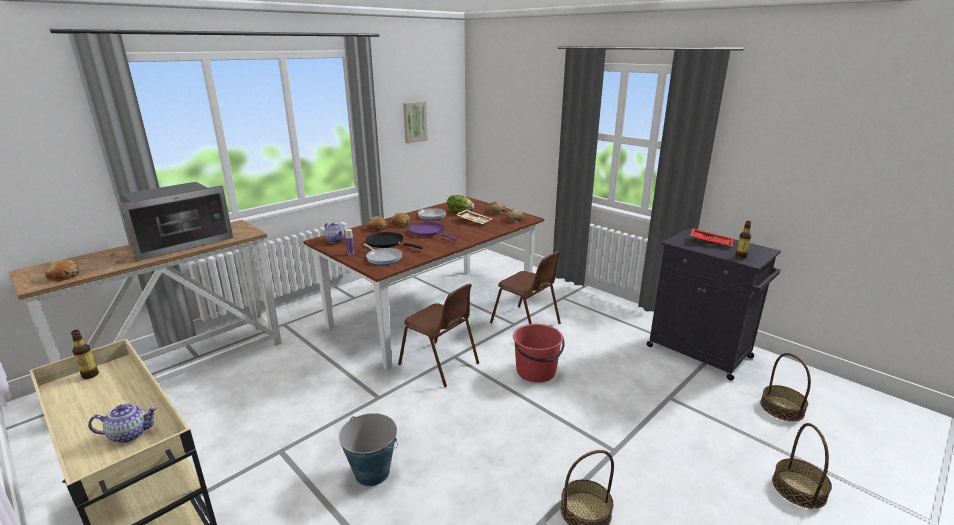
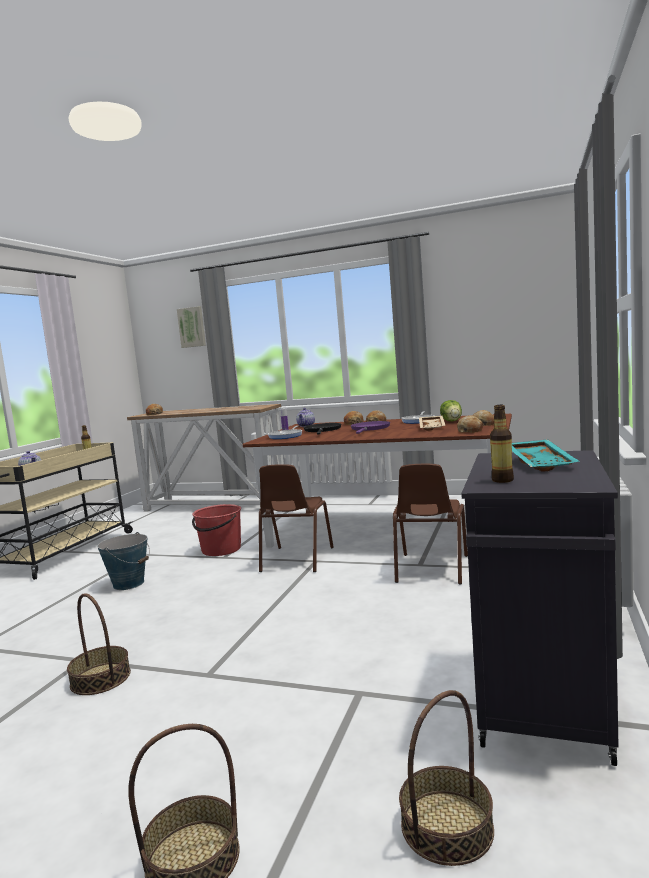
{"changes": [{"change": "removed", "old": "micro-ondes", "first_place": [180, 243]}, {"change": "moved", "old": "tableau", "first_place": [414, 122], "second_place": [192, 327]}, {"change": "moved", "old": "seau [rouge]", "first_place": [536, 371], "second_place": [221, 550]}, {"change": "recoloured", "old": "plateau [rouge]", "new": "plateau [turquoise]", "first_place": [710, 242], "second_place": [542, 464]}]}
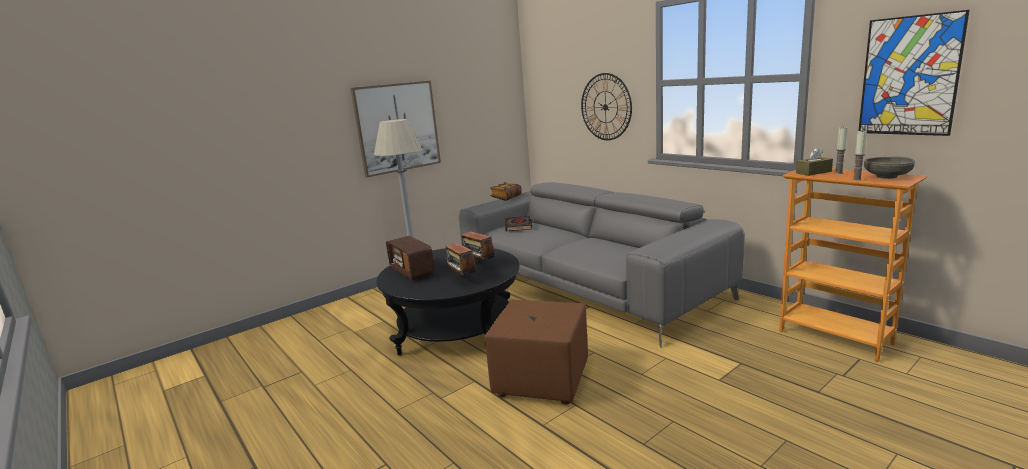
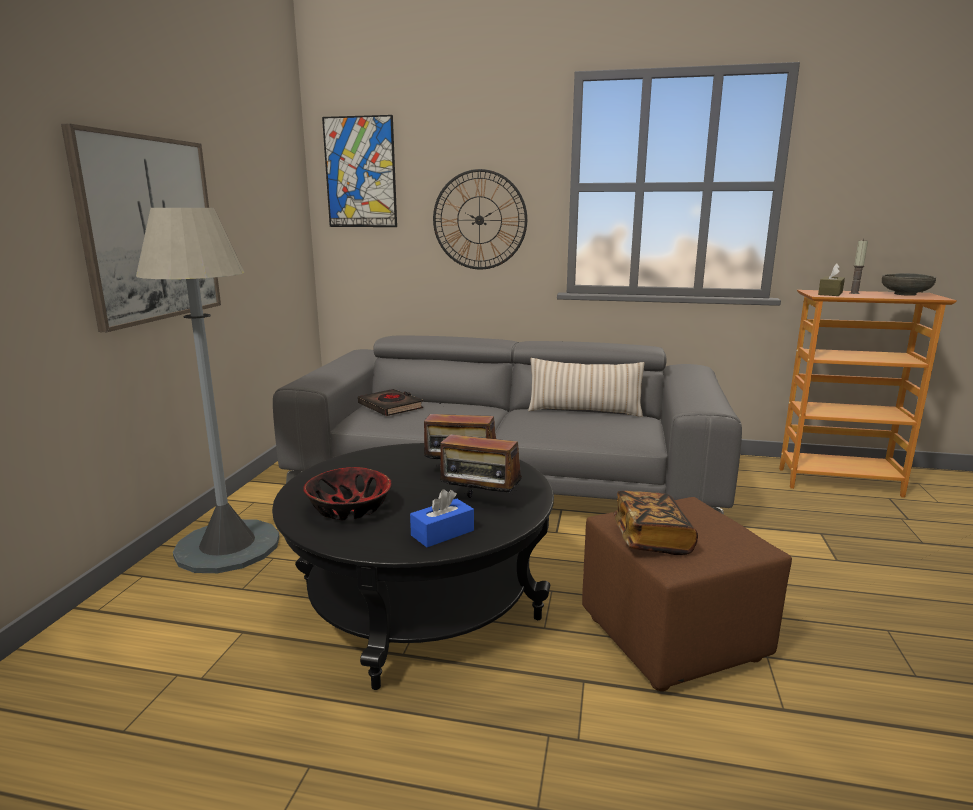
{"changes": [{"change": "removed", "old": "bougie", "first_place": [857, 179]}, {"change": "added", "new": "boîte à mouchoirs [bleu]", "second_place": [442, 533]}, {"change": "added", "new": "coussin [beige]", "second_place": [584, 411]}, {"change": "moved", "old": "livre", "first_place": [506, 197], "second_place": [651, 539]}, {"change": "moved", "old": "tableau", "first_place": [909, 76], "second_place": [360, 172]}, {"change": "replaced", "old": "radio", "new": "bol", "first_place": [412, 271], "second_place": [350, 509]}]}
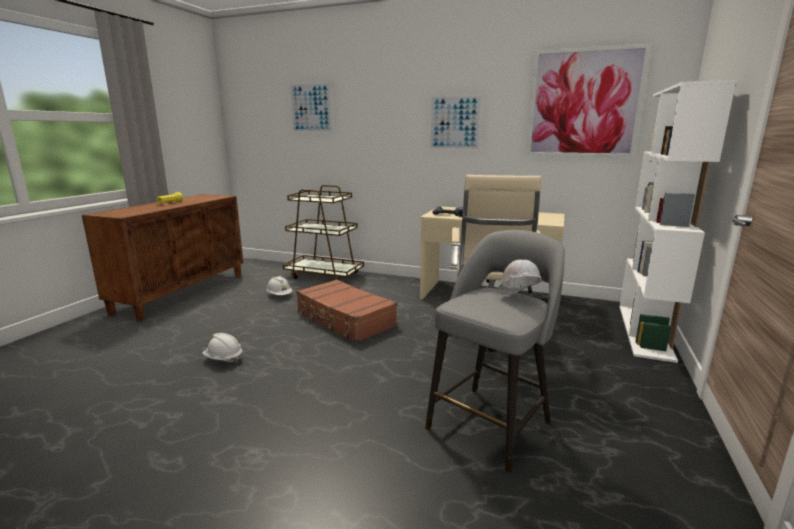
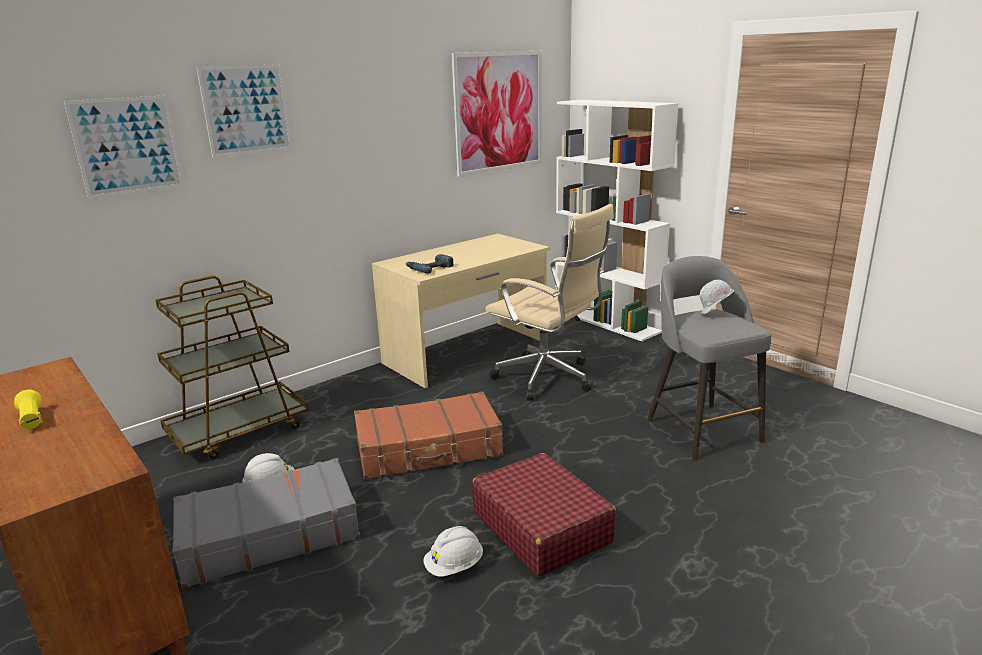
{"changes": [{"change": "added", "new": "valise [gris]", "second_place": [269, 535]}, {"change": "added", "new": "valise [rouge]", "second_place": [541, 527]}, {"change": "moved", "old": "tableau", "first_place": [454, 122], "second_place": [246, 110]}]}
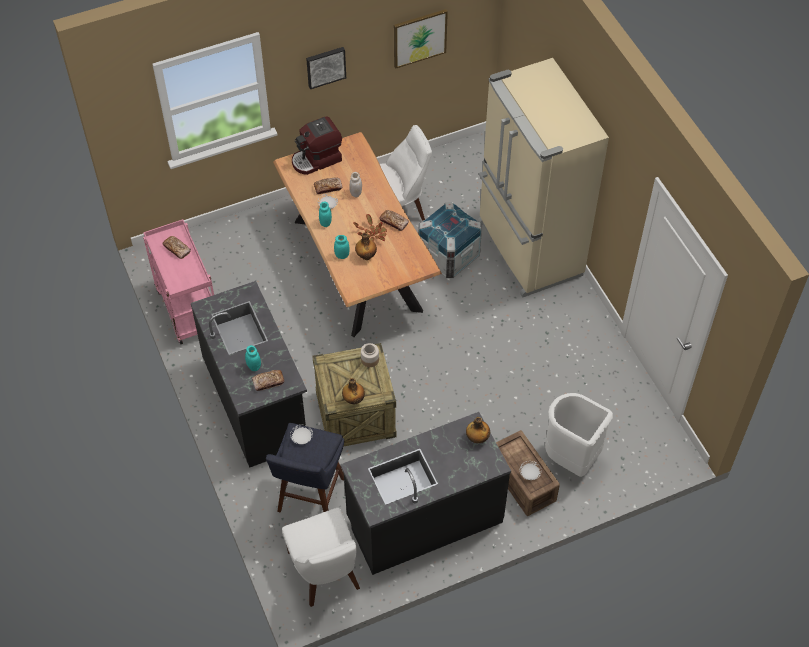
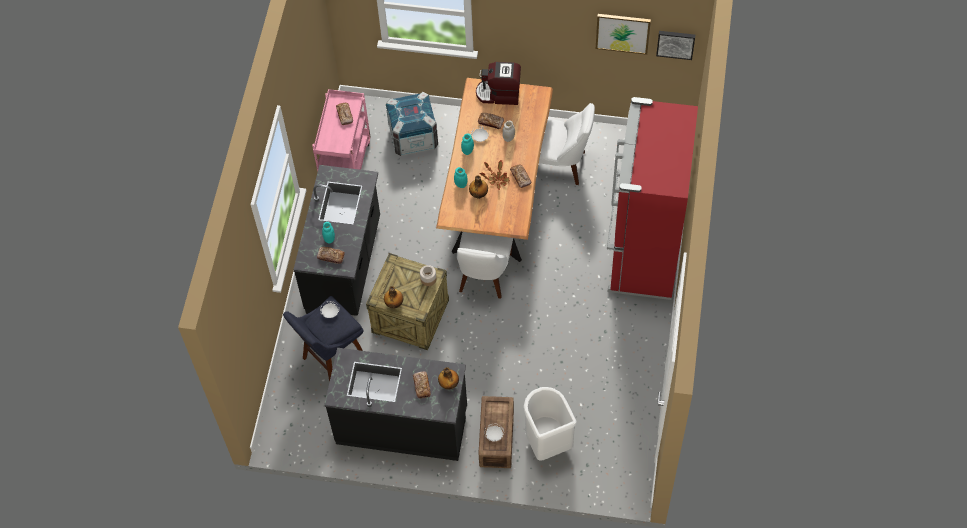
{"changes": [{"change": "added", "new": "pain", "second_place": [422, 386]}, {"change": "moved", "old": "chaise [blanc]", "first_place": [325, 573], "second_place": [484, 275]}, {"change": "moved", "old": "tableau", "first_place": [325, 66], "second_place": [675, 43]}, {"change": "moved", "old": "caisse", "first_place": [448, 256], "second_place": [413, 137]}, {"change": "recoloured", "old": "réfrigérateur [beige]", "new": "réfrigérateur [rouge]", "first_place": [528, 250], "second_place": [642, 254]}]}
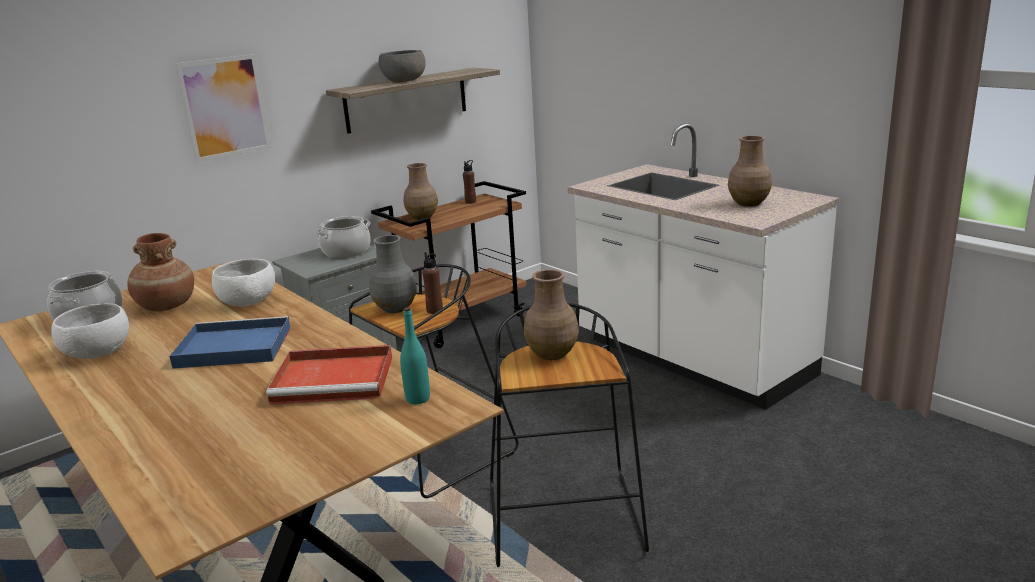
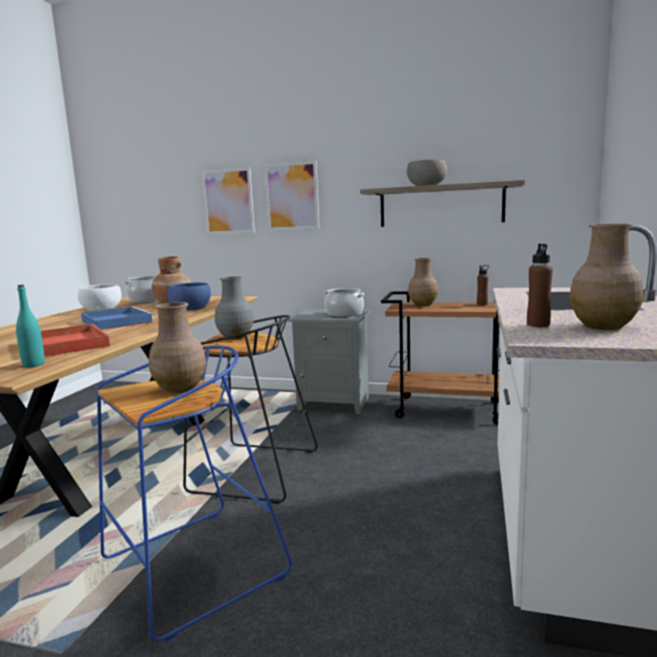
{"changes": [{"change": "added", "new": "tableau", "second_place": [228, 201]}, {"change": "moved", "old": "bouteille [marron]", "first_place": [435, 310], "second_place": [538, 325]}, {"change": "recoloured", "old": "bol [blanc]", "new": "bol [bleu]", "first_place": [247, 302], "second_place": [190, 309]}, {"change": "recoloured", "old": "tabouret [noir]", "new": "tabouret [bleu]", "first_place": [566, 521], "second_place": [192, 570]}]}
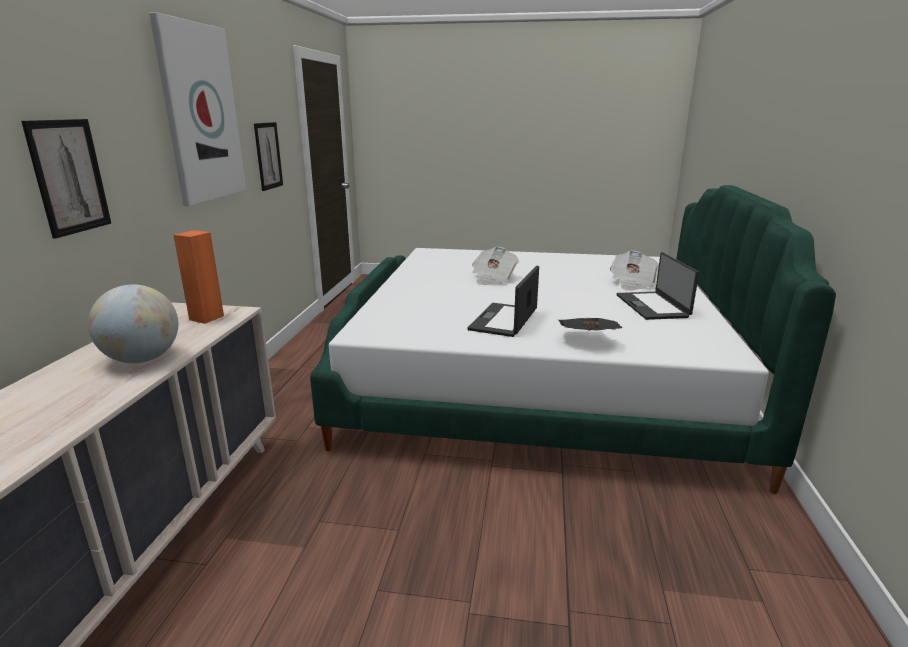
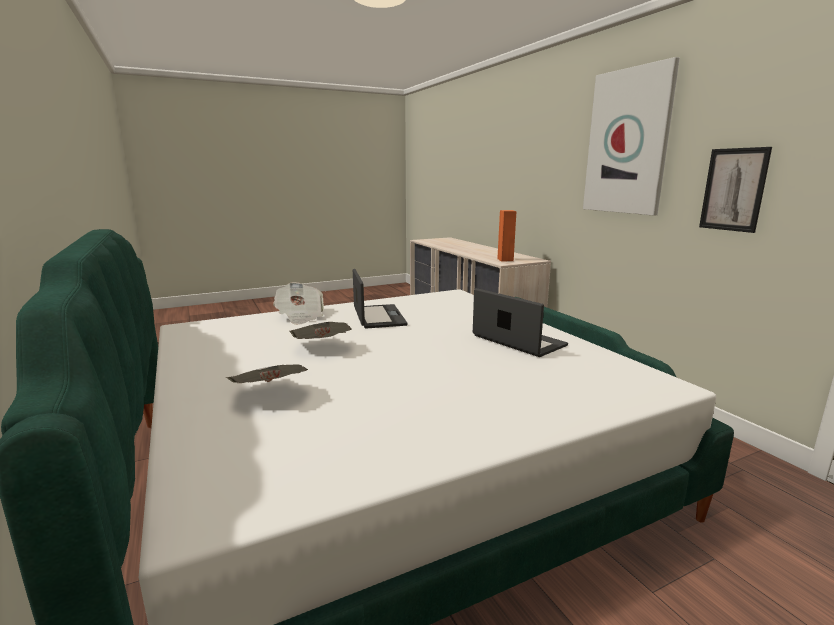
{"changes": [{"change": "removed", "old": "tableau", "first_place": [69, 177]}, {"change": "removed", "old": "globe", "first_place": [142, 359]}, {"change": "moved", "old": "journal", "first_place": [493, 279], "second_place": [322, 347]}, {"change": "moved", "old": "ordinateur portable", "first_place": [653, 306], "second_place": [518, 341]}]}
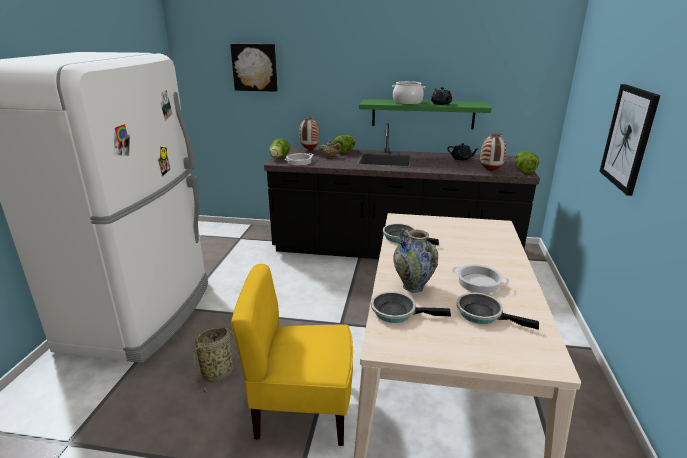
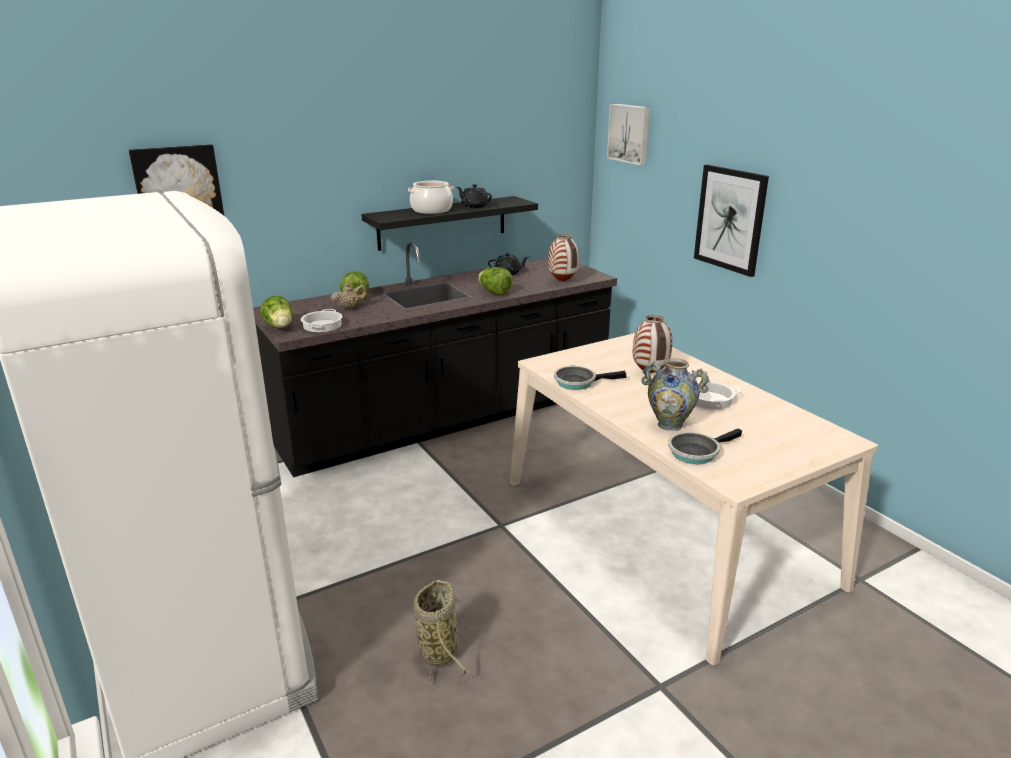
{"changes": [{"change": "removed", "old": "chaise [jaune]", "first_place": [302, 410]}, {"change": "removed", "old": "poêle", "first_place": [483, 314]}, {"change": "added", "new": "tableau", "second_place": [630, 133]}, {"change": "moved", "old": "vase", "first_place": [310, 150], "second_place": [650, 373]}, {"change": "moved", "old": "laitue", "first_place": [523, 171], "second_place": [494, 292]}, {"change": "recoloured", "old": "étagère [vert]", "new": "étagère [noir]", "first_place": [422, 114], "second_place": [442, 223]}]}
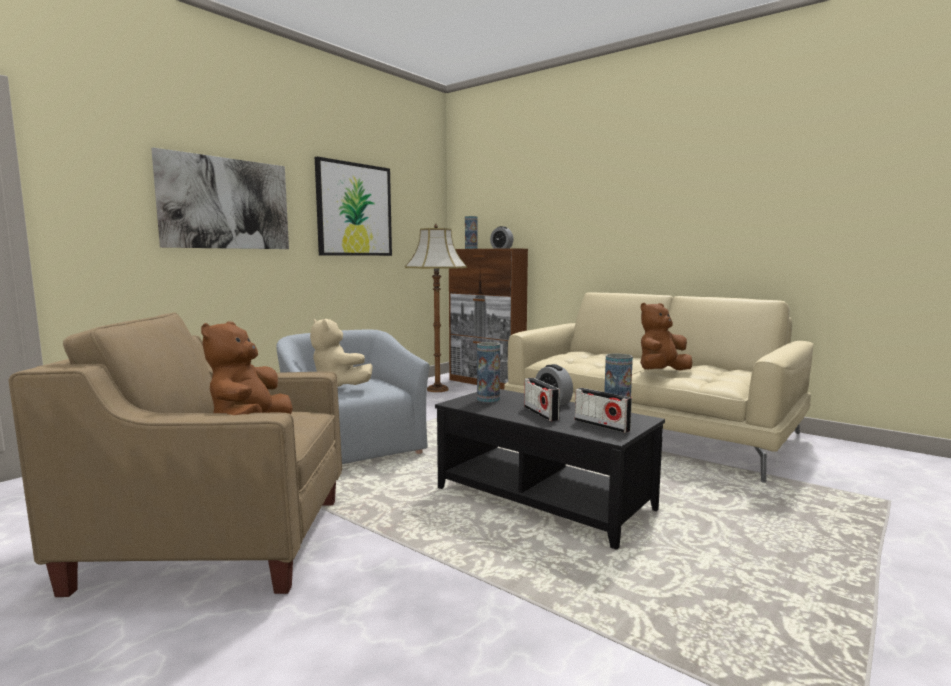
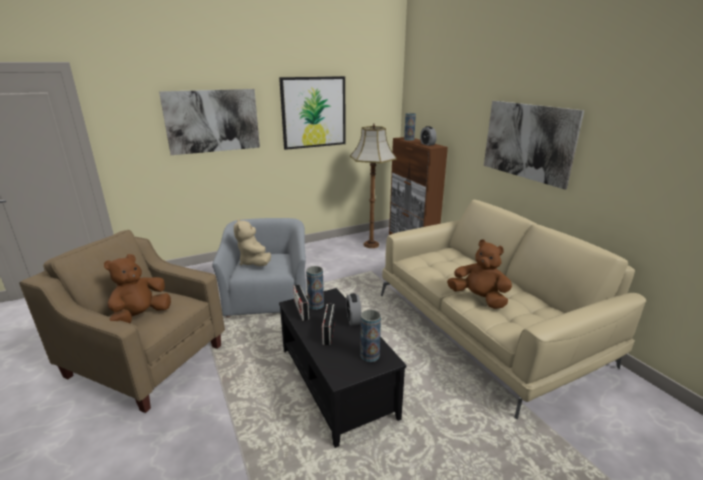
{"changes": [{"change": "added", "new": "tableau", "second_place": [527, 141]}, {"change": "moved", "old": "radio", "first_place": [601, 425], "second_place": [301, 310]}, {"change": "turned", "old": "peluche [marron]", "first_place": [661, 372], "second_place": [478, 298], "degrees": 45}]}
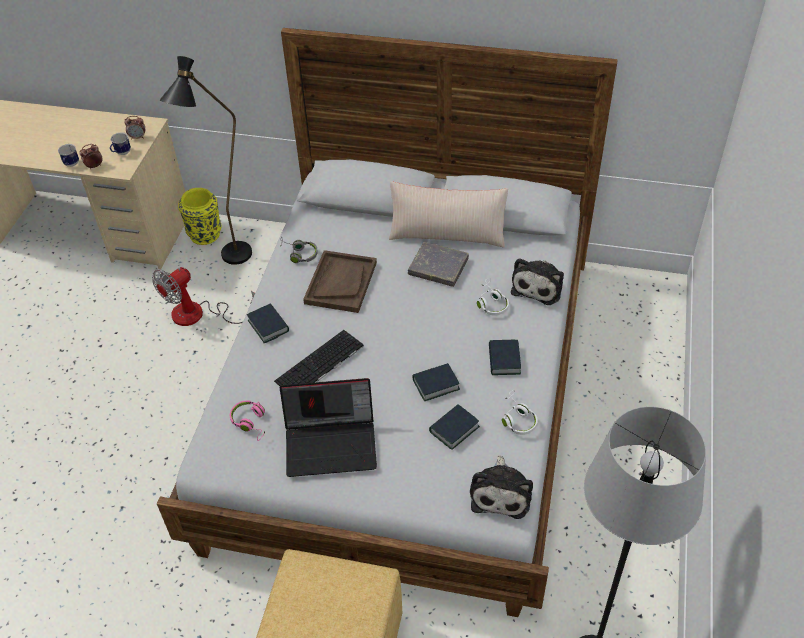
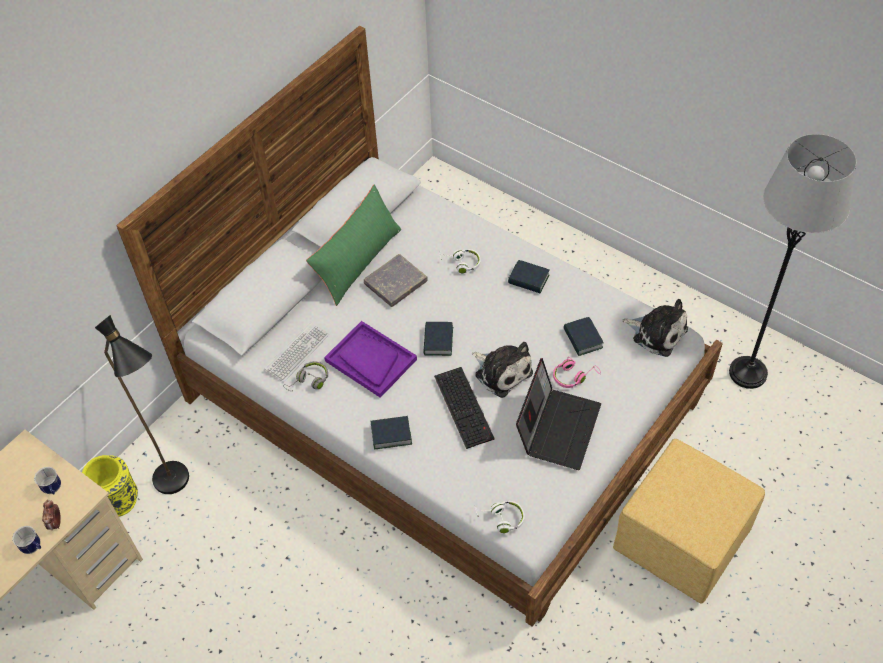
{"changes": [{"change": "removed", "old": "réveil", "first_place": [138, 137]}, {"change": "removed", "old": "ventilateur", "first_place": [199, 314]}, {"change": "added", "new": "clavier", "second_place": [297, 352]}, {"change": "moved", "old": "casque audio [rose]", "first_place": [251, 422], "second_place": [573, 376]}, {"change": "moved", "old": "livre", "first_place": [435, 384], "second_place": [438, 341]}, {"change": "moved", "old": "casque audio [blanc]", "first_place": [517, 418], "second_place": [500, 518]}, {"change": "moved", "old": "peluche", "first_place": [538, 286], "second_place": [501, 372]}, {"change": "recoloured", "old": "plateau [marron]", "new": "plateau [violet]", "first_place": [340, 283], "second_place": [370, 360]}, {"change": "recoloured", "old": "coussin [beige]", "new": "coussin [vert]", "first_place": [447, 234], "second_place": [358, 261]}]}
